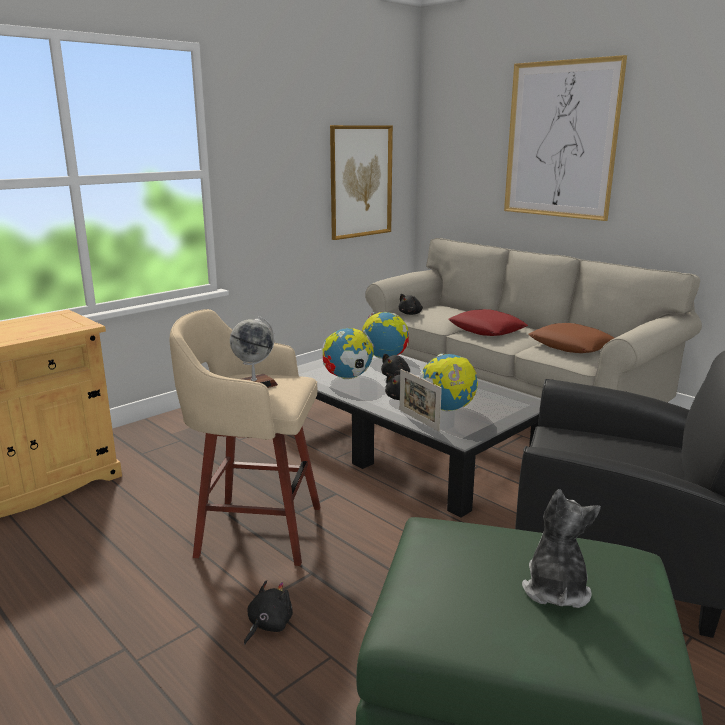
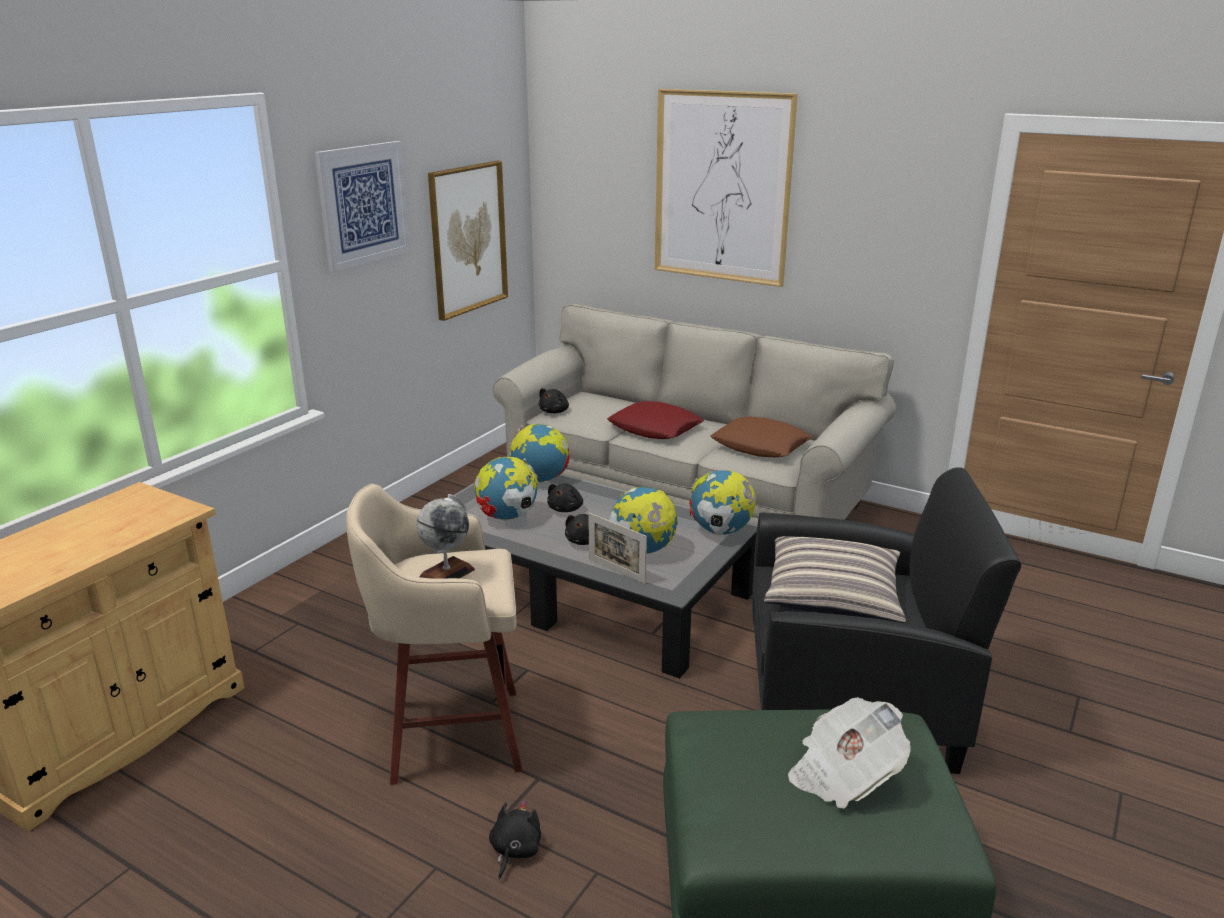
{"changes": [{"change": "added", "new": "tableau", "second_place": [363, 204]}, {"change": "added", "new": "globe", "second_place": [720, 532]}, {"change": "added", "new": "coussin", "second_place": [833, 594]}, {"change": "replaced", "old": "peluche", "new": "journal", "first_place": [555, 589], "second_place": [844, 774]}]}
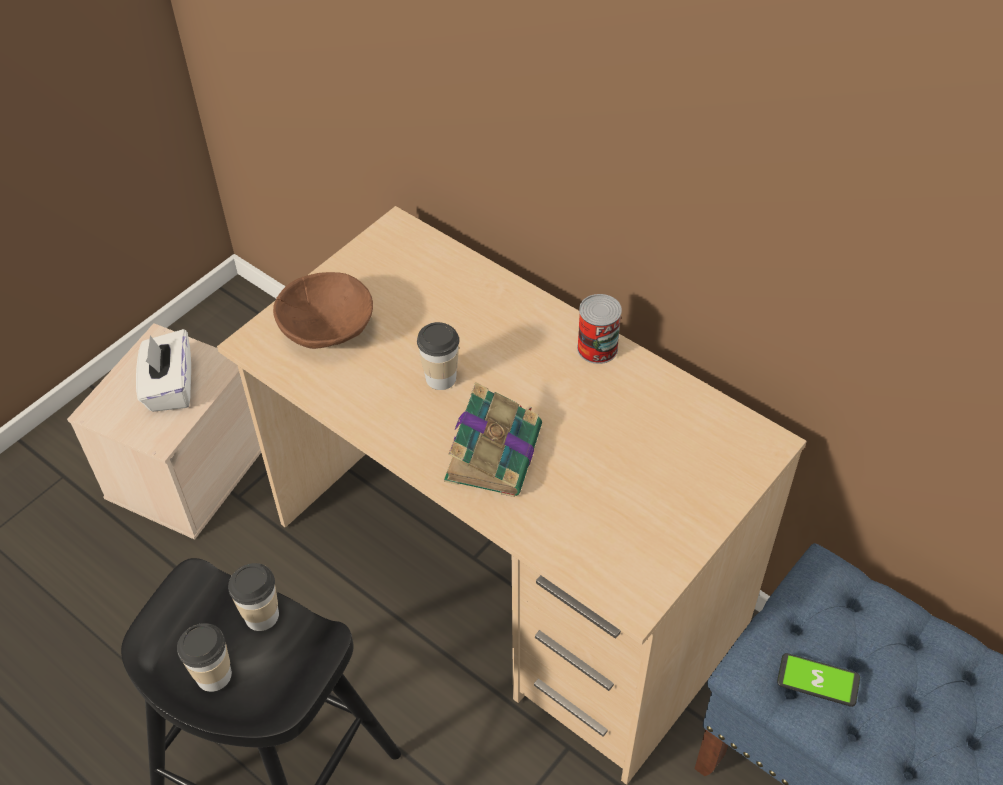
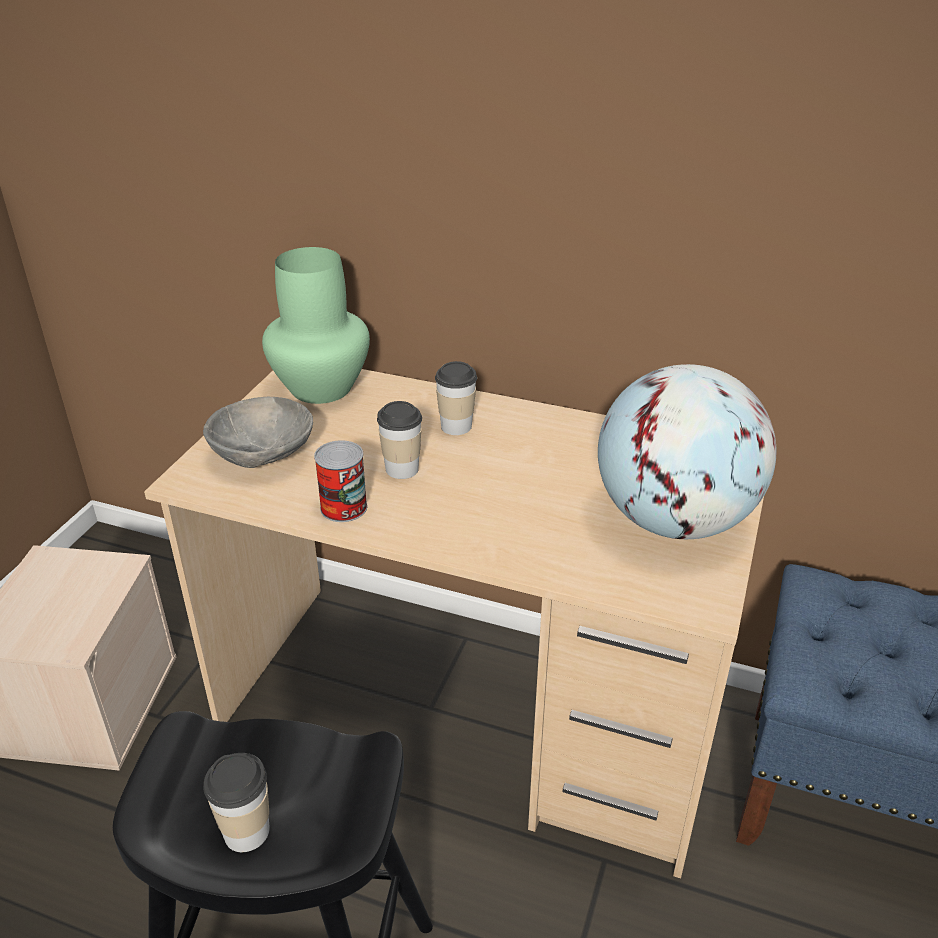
{"changes": [{"change": "removed", "old": "boîte à mouchoirs [blanc]", "first_place": [170, 387]}, {"change": "removed", "old": "livre", "first_place": [494, 451]}, {"change": "removed", "old": "téléphone", "first_place": [818, 680]}, {"change": "added", "new": "vase [vert]", "second_place": [322, 387]}, {"change": "added", "new": "globe", "second_place": [674, 520]}, {"change": "moved", "old": "tasse", "first_place": [262, 616], "second_place": [456, 426]}, {"change": "moved", "old": "boîte métallique", "first_place": [597, 348], "second_place": [343, 507]}, {"change": "recoloured", "old": "bol [marron]", "new": "bol [gris]", "first_place": [328, 331], "second_place": [265, 456]}]}
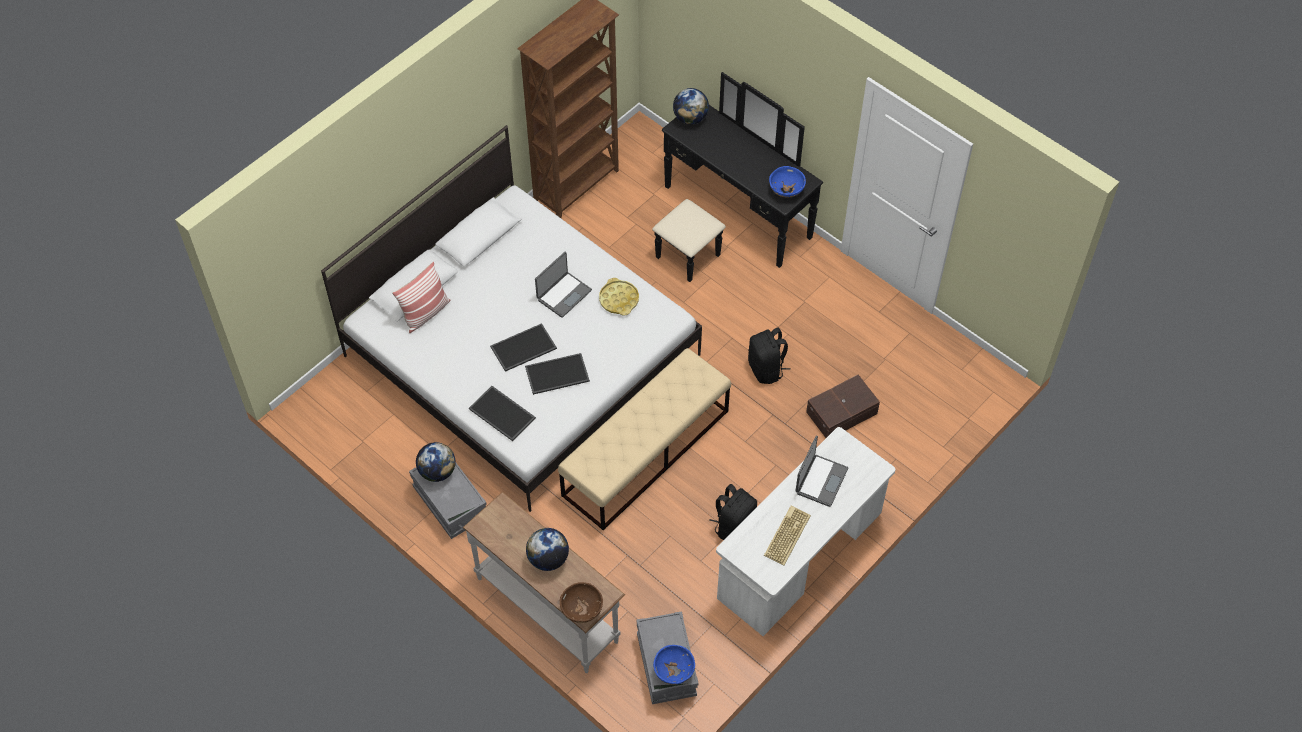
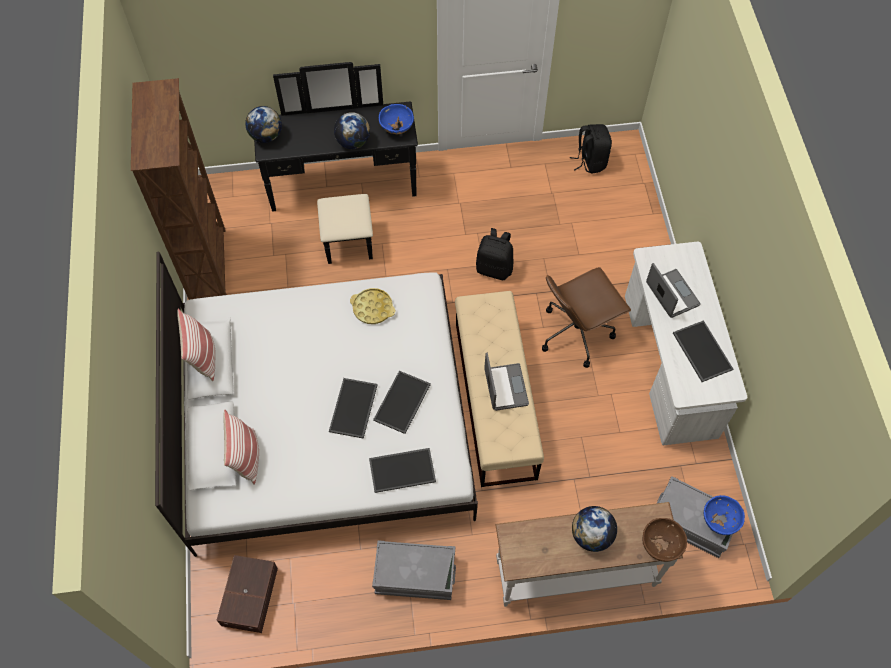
{"changes": [{"change": "added", "new": "coussin", "second_place": [203, 357]}, {"change": "added", "new": "chaise de bureau [marron]", "second_place": [576, 332]}, {"change": "moved", "old": "globe", "first_place": [437, 471], "second_place": [353, 142]}, {"change": "moved", "old": "ordinateur portable", "first_place": [563, 294], "second_place": [505, 387]}, {"change": "moved", "old": "sac à dos [noir]", "first_place": [734, 526], "second_place": [590, 161]}, {"change": "moved", "old": "boîte de rangement [marron]", "first_place": [842, 413], "second_place": [251, 596]}, {"change": "replaced", "old": "clavier", "new": "plateau", "first_place": [786, 535], "second_place": [701, 351]}]}
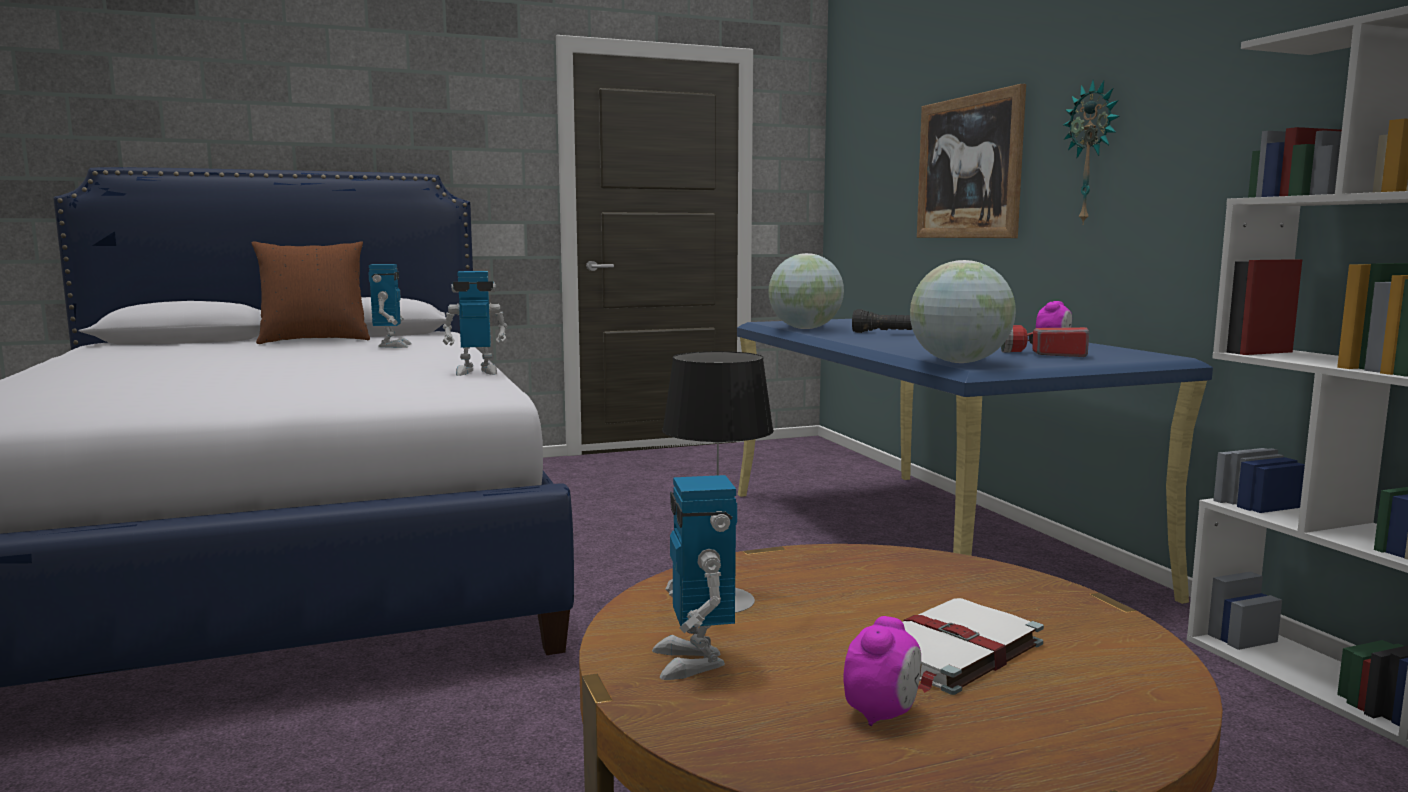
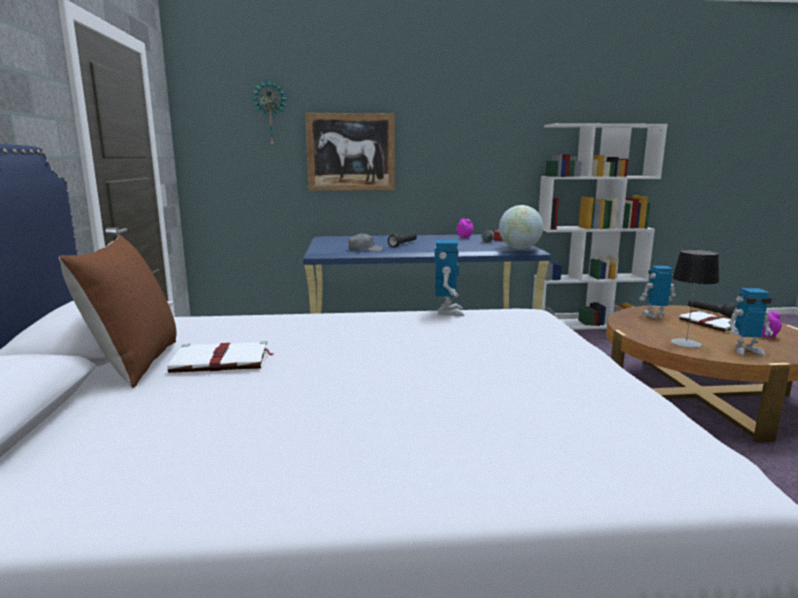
{"changes": [{"change": "added", "new": "livre [blanc]", "second_place": [223, 361]}, {"change": "added", "new": "lampe de poche [noir]", "second_place": [711, 313]}, {"change": "moved", "old": "robot jouet", "first_place": [392, 346], "second_place": [655, 316]}, {"change": "moved", "old": "horloge murale", "first_place": [1092, 153], "second_place": [270, 114]}, {"change": "replaced", "old": "globe", "new": "casquette [gris]", "first_place": [805, 328], "second_place": [365, 250]}]}
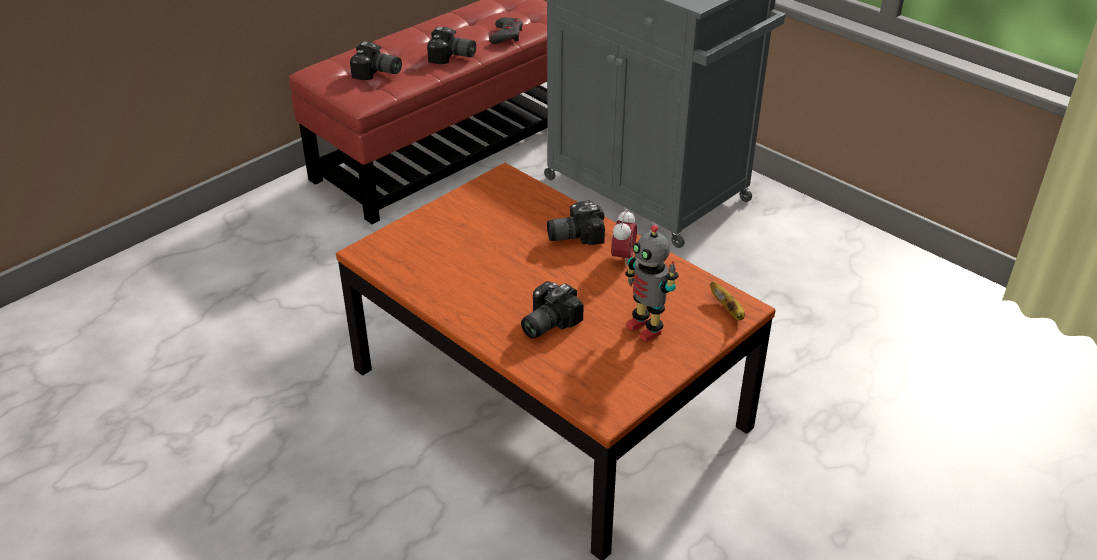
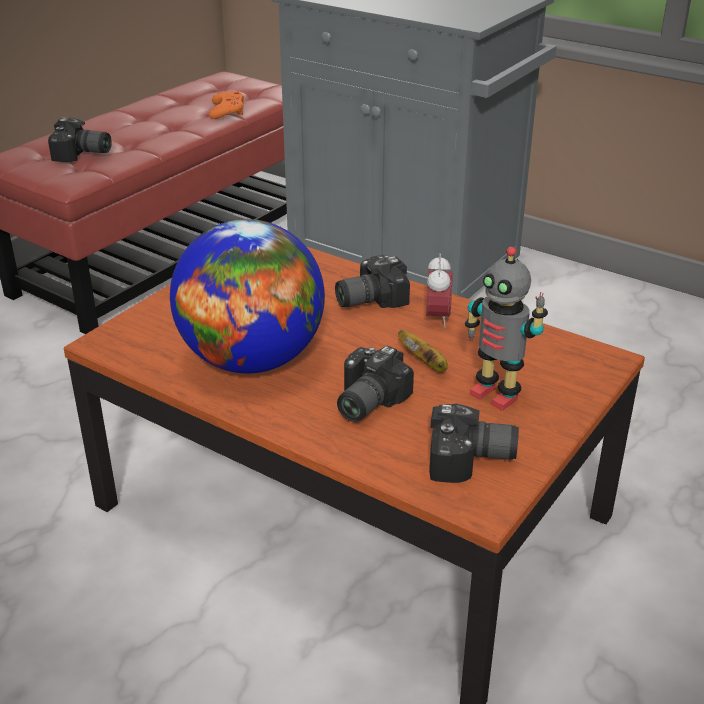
{"changes": [{"change": "added", "new": "globe", "second_place": [252, 360]}, {"change": "moved", "old": "appareil photo", "first_place": [452, 57], "second_place": [471, 461]}, {"change": "moved", "old": "banane", "first_place": [728, 311], "second_place": [425, 363]}, {"change": "recoloured", "old": "manette [gris]", "new": "manette [orange]", "first_place": [506, 35], "second_place": [227, 110]}]}
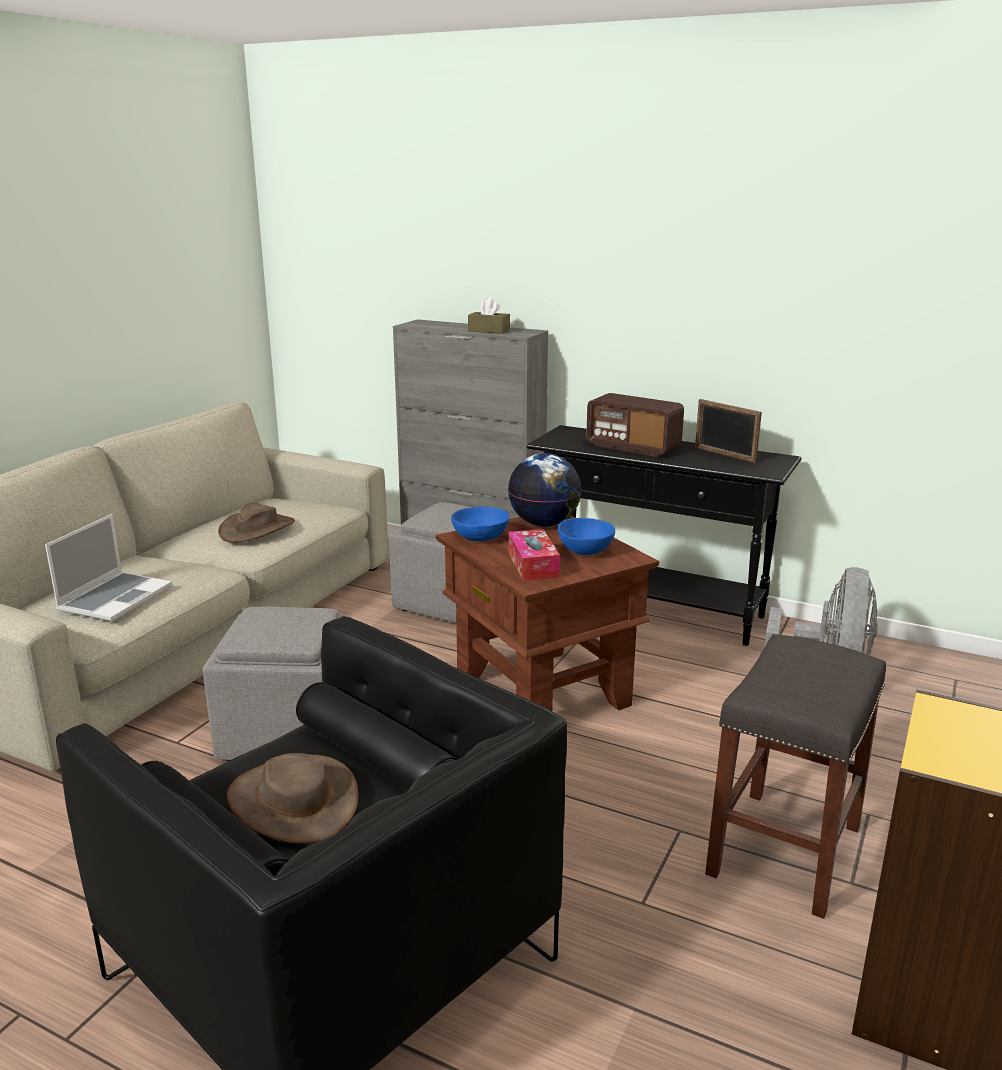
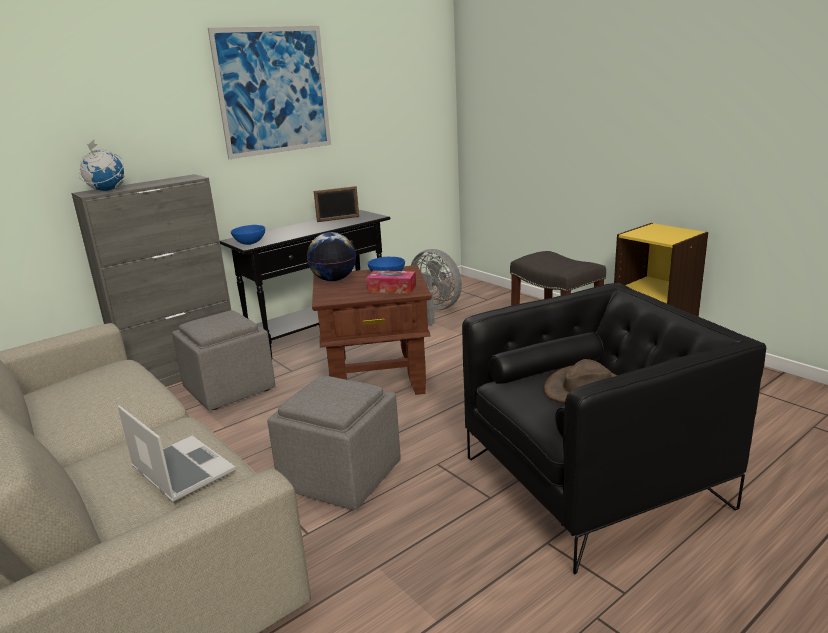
{"changes": [{"change": "removed", "old": "chapeau [marron]", "first_place": [257, 529]}, {"change": "removed", "old": "boîte à mouchoirs [marron]", "first_place": [489, 331]}, {"change": "removed", "old": "radio", "first_place": [633, 447]}, {"change": "added", "new": "globe", "second_place": [106, 190]}, {"change": "added", "new": "tableau", "second_place": [274, 91]}, {"change": "moved", "old": "bol [bleu]", "first_place": [481, 538], "second_place": [250, 243]}]}
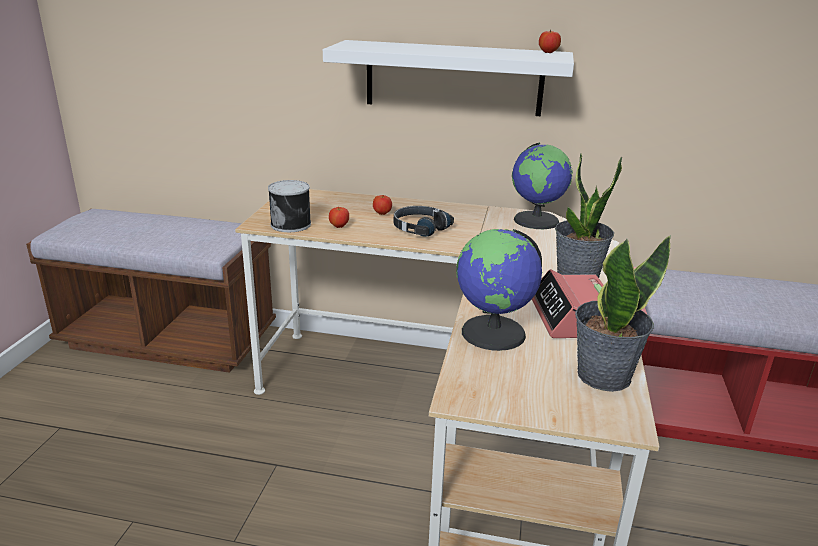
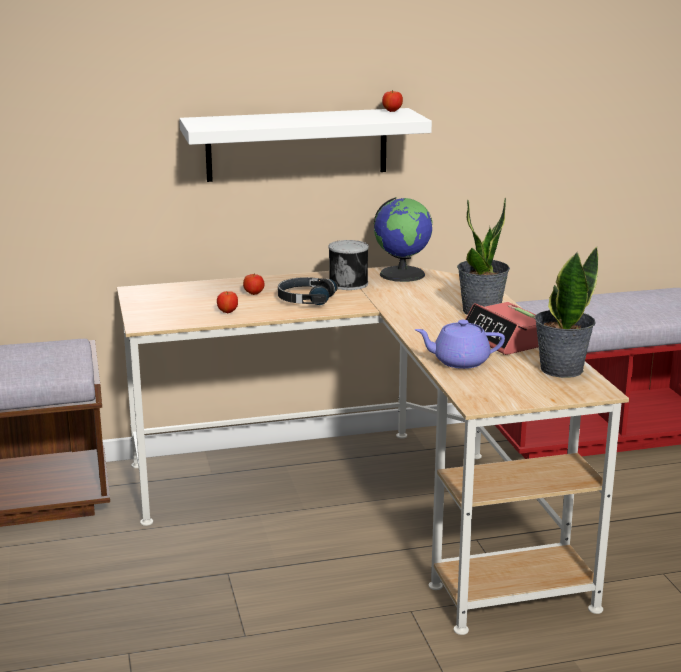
{"changes": [{"change": "moved", "old": "boîte métallique", "first_place": [292, 224], "second_place": [349, 283]}, {"change": "replaced", "old": "globe", "new": "théière [violet]", "first_place": [494, 333], "second_place": [459, 361]}]}
